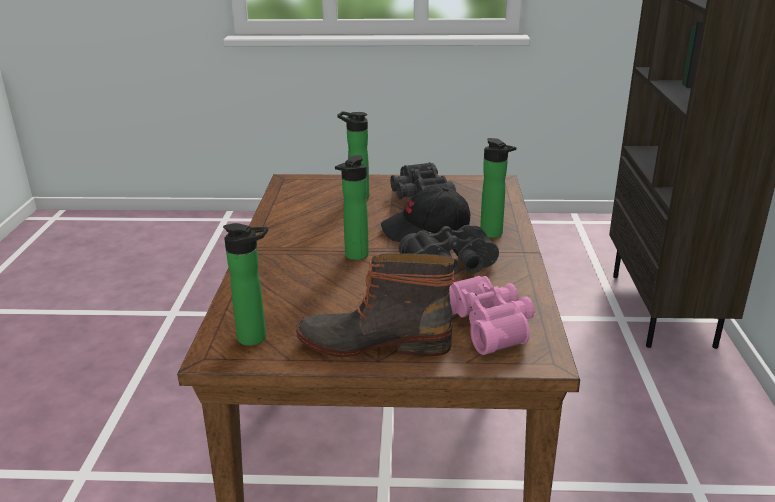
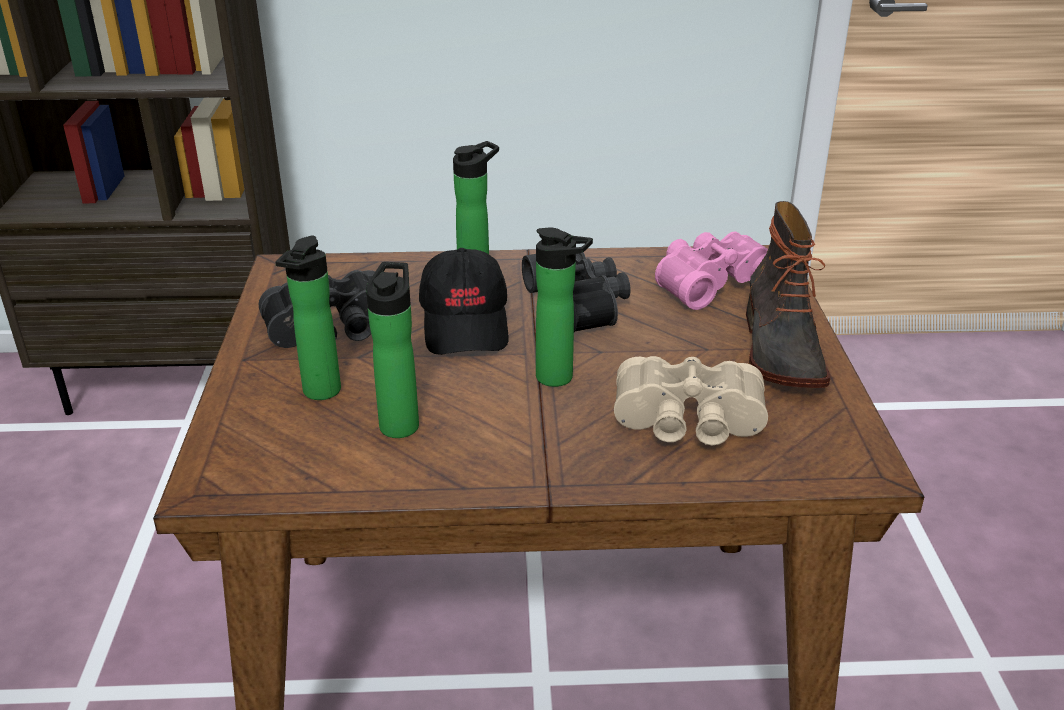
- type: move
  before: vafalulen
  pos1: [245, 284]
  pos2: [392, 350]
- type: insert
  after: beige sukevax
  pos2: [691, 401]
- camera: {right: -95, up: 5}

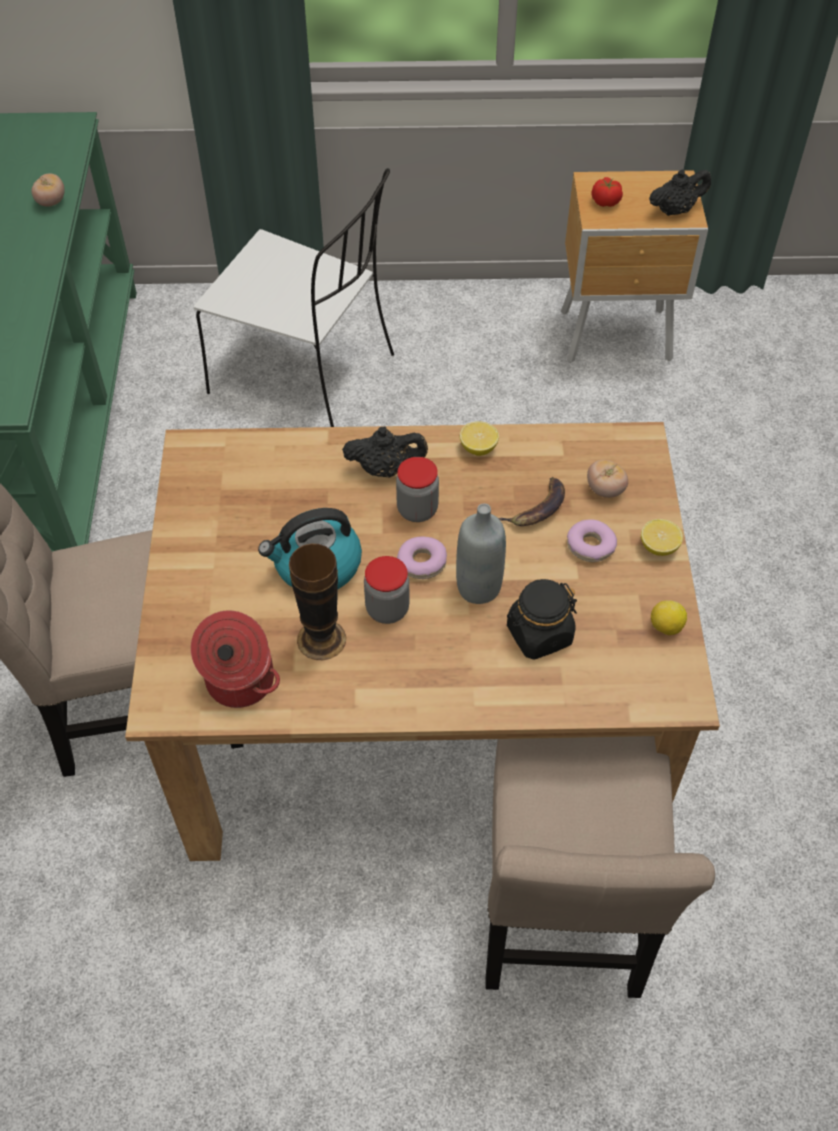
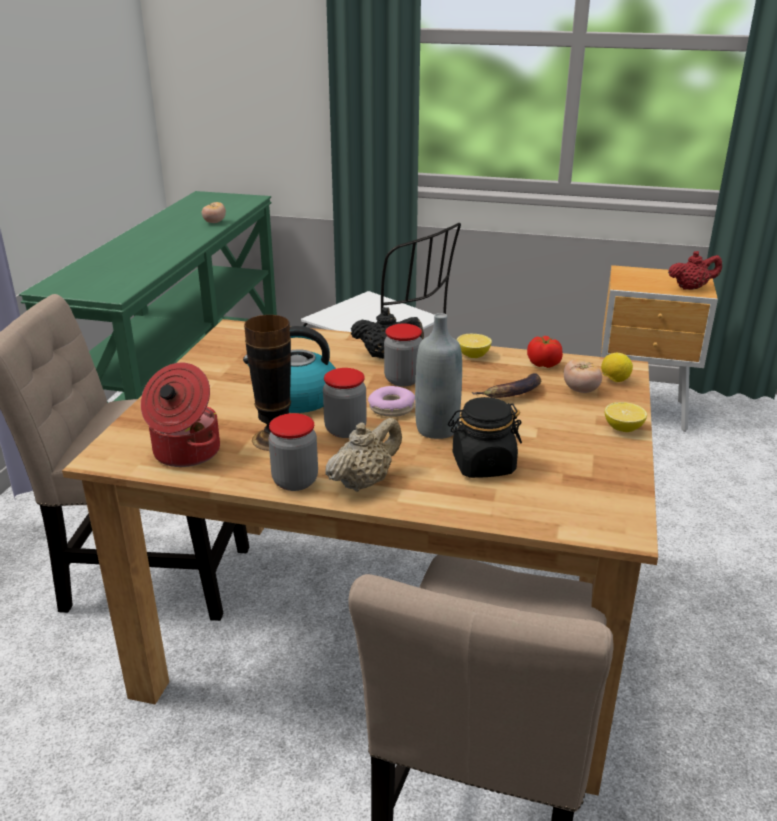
- type: insert
  after: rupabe
  pos2: [293, 452]
- type: insert
  after: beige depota
  pos2: [363, 454]
- type: move
  before: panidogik
  pos1: [607, 192]
  pos2: [545, 352]
- type: move
  before: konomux
  pos1: [669, 617]
  pos2: [617, 367]
- type: recolor
  before: black depota
  after: red depota
  pos1: [680, 193]
  pos2: [695, 270]
- type: delete
  before: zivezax
  pos1: [592, 540]
- camera: {right: 15, up: -25}

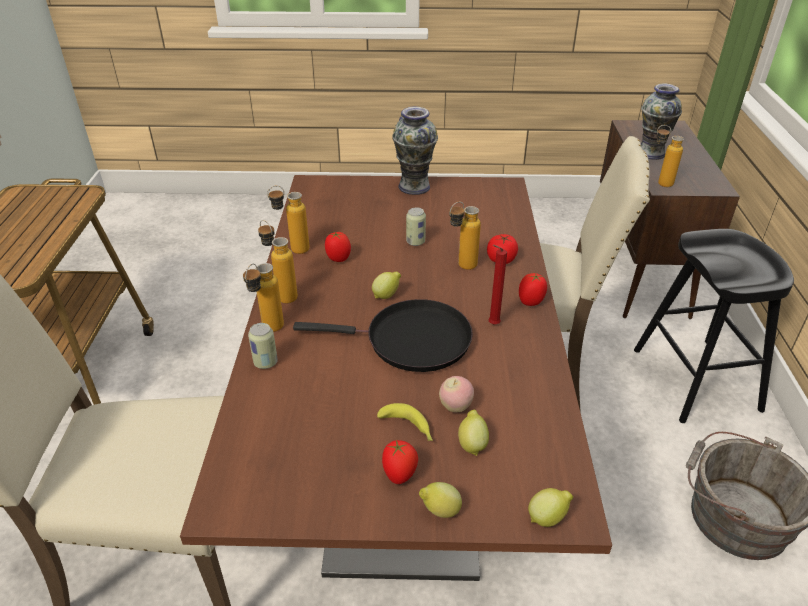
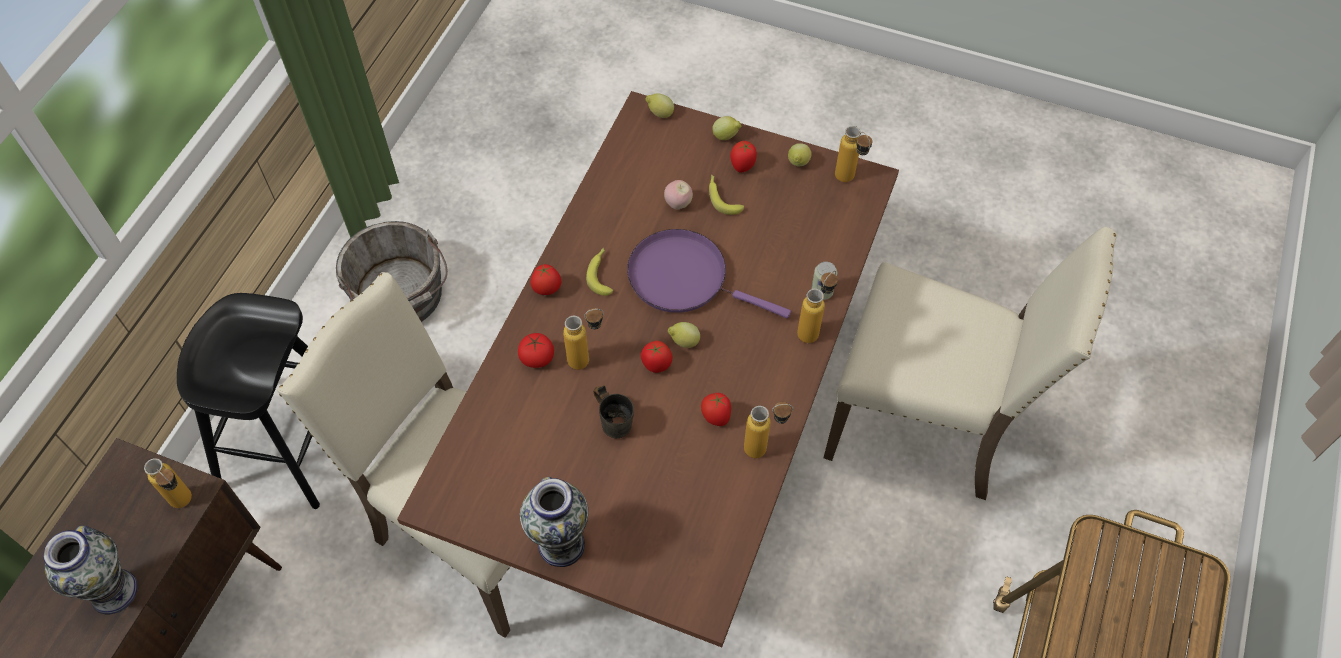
- type: replace
  before: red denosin
  after: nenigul
  pos1: [497, 284]
  pos2: [599, 272]
- type: replace
  before: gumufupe
  after: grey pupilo
  pos1: [416, 226]
  pos2: [613, 412]
- type: recolor
  before: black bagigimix
  after: purple bagigimix
  pos1: [383, 335]
  pos2: [709, 274]
- type: insert
  after: panidogik
  pos2: [657, 357]
- type: move
  before: konomux
  pos1: [473, 433]
  pos2: [800, 155]
- type: move
  before: vafalulen
  pos1: [278, 262]
  pos2: [853, 154]
- camera: {right: -160, up: 20}

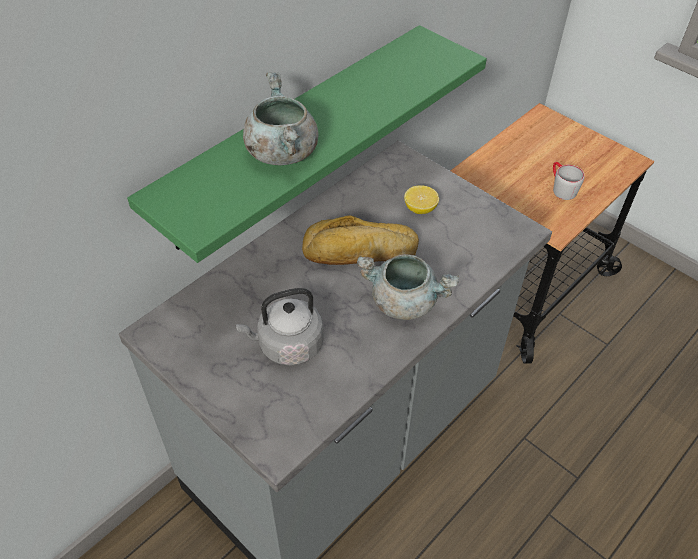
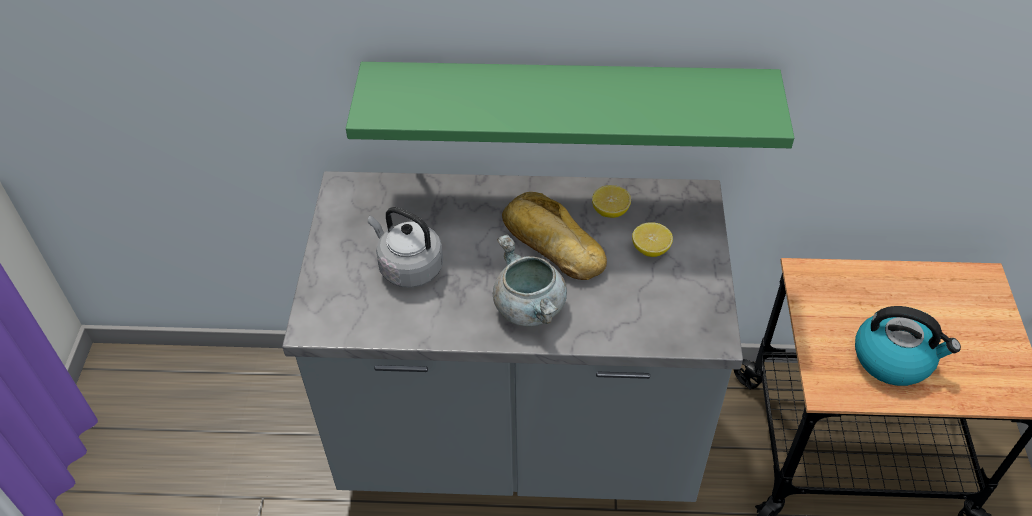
- type: insert
  after: konomux
  pos2: [611, 201]
- type: replace
  before: grey pupilo
  after: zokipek
  pos1: [568, 181]
  pos2: [908, 346]
- type: delete
  before: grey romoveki
  pos1: [280, 118]
- camera: {right: 50, up: 0}

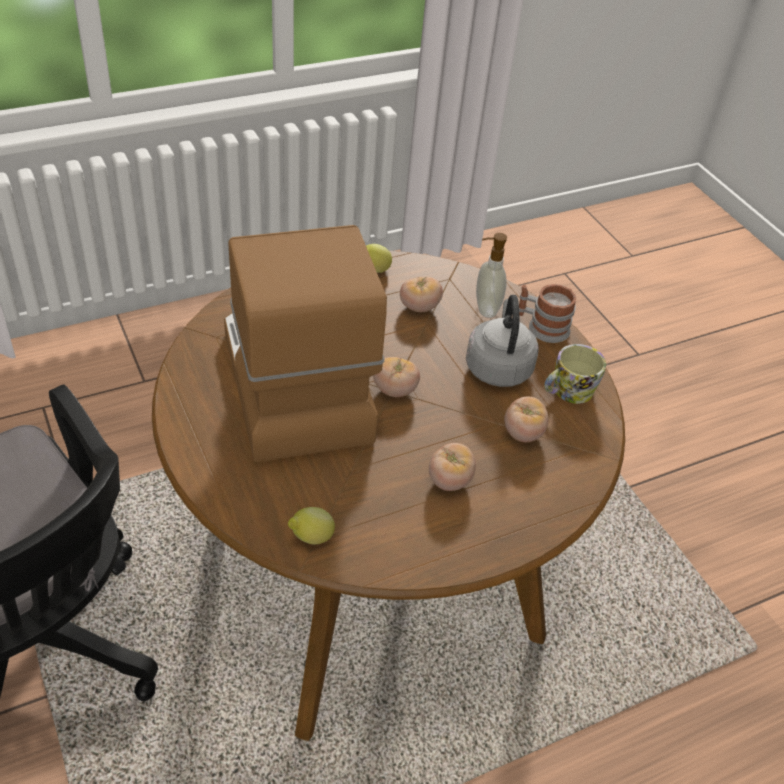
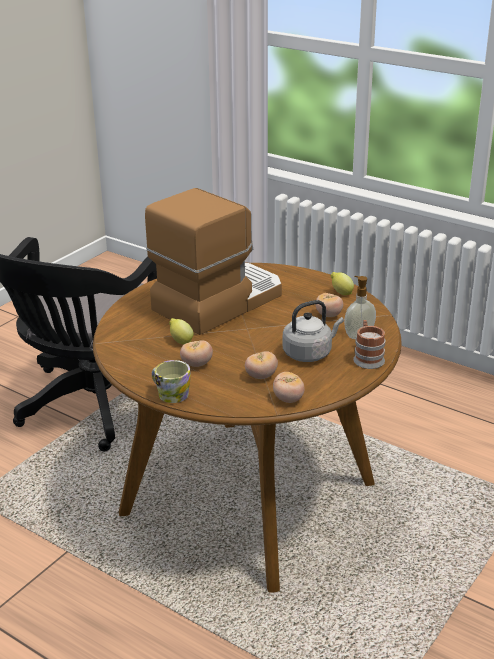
- type: move
  before: pupilo
  pos1: [575, 374]
  pos2: [171, 381]
- type: move
  before: konomux
  pos1: [311, 526]
  pos2: [181, 331]
- type: move
  before: panidogik
  pos1: [396, 377]
  pos2: [289, 387]
- camera: {right: 65, up: -15}

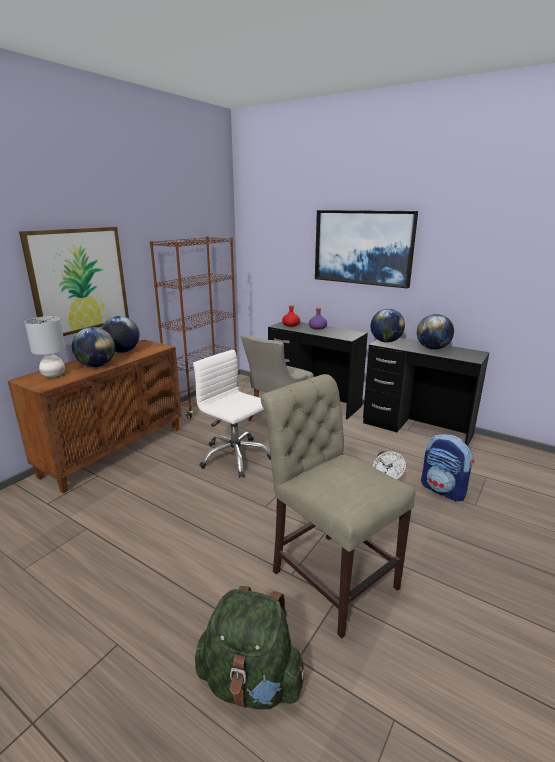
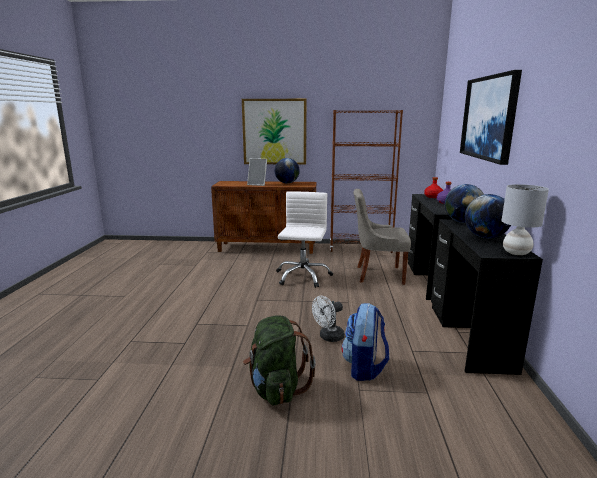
- type: move
  before: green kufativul
  pos1: [251, 648]
  pos2: [279, 360]
- type: replace
  before: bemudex
  after: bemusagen
  pos1: [93, 347]
  pos2: [257, 172]
- type: move
  before: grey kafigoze
  pos1: [45, 346]
  pos2: [525, 219]
- type: delete
  before: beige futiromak
  pos1: [338, 506]
- camera: {right: 60, up: -5}

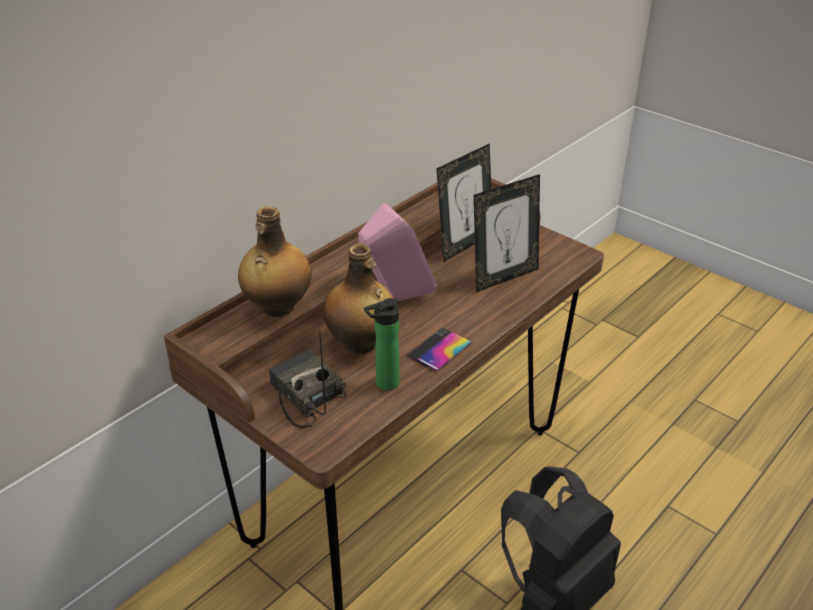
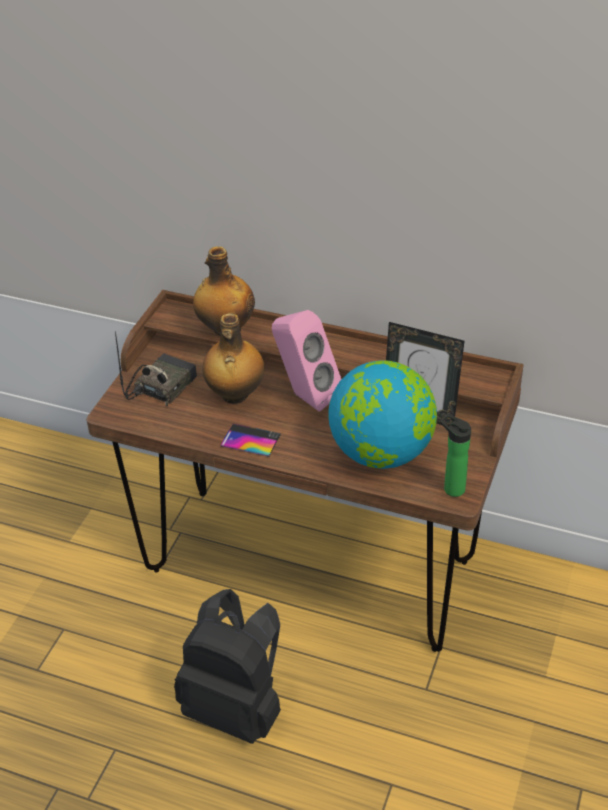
- type: replace
  before: bemusagen
  after: bemudex
  pos1: [507, 233]
  pos2: [383, 414]
- type: move
  before: vafalulen
  pos1: [381, 344]
  pos2: [455, 455]
- camera: {right: 70, up: 5}

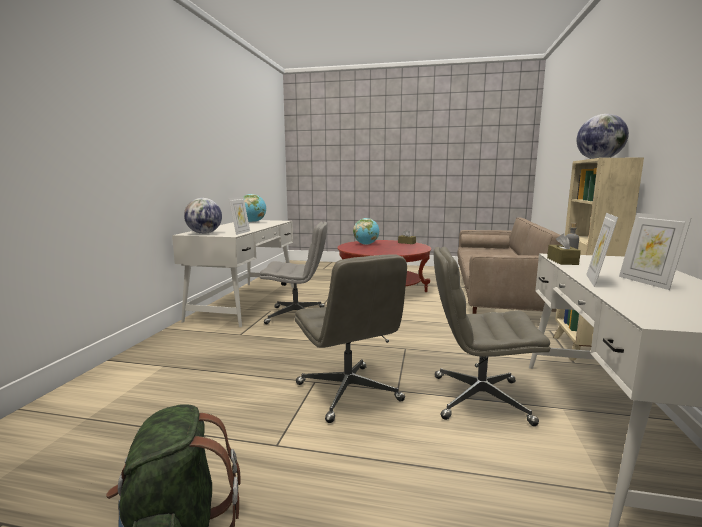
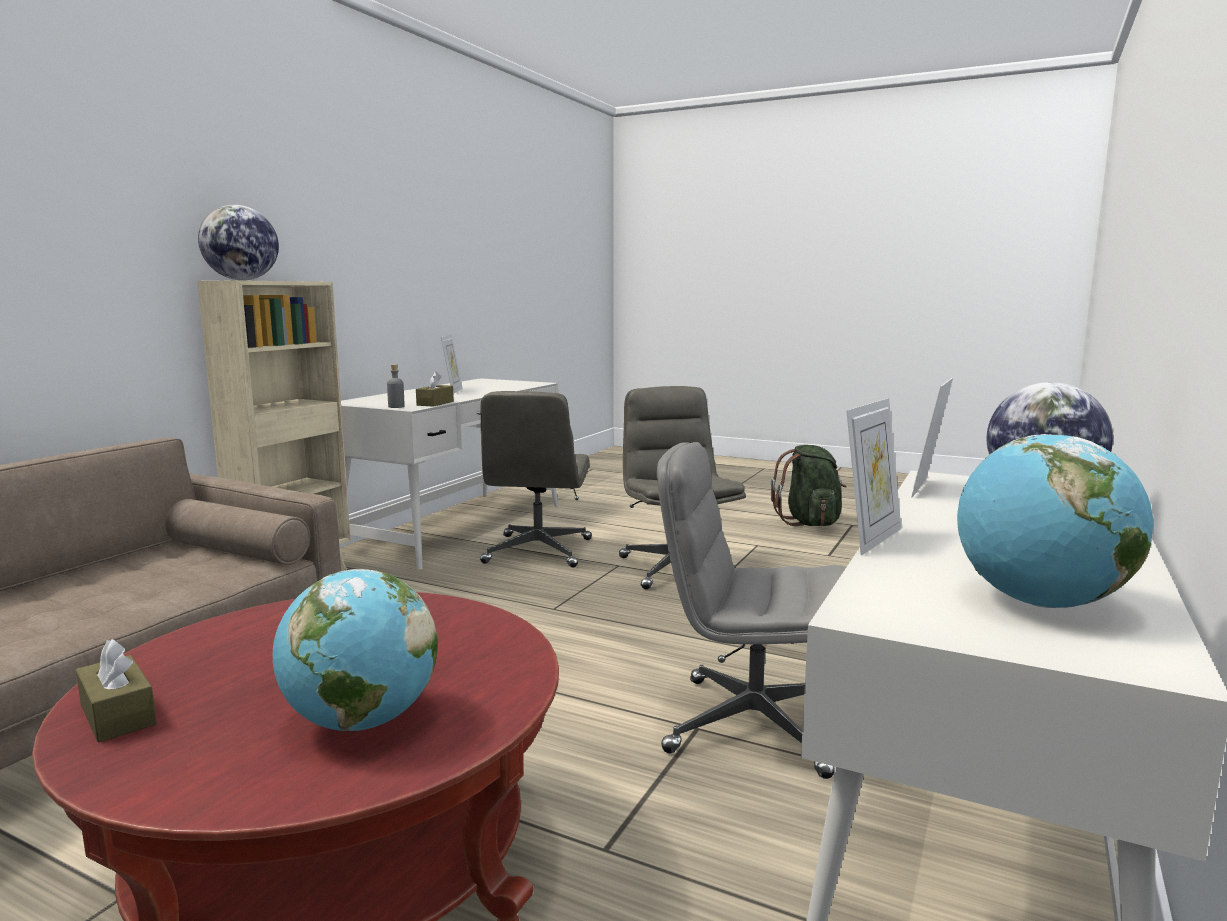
- type: rotate
  before: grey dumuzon
  pos1: [492, 336]
  pos2: [536, 479]
  turn: 75
- type: move
  before: bemusagen
  pos1: [602, 250]
  pos2: [873, 476]
- camera: {right: -165, up: 0}

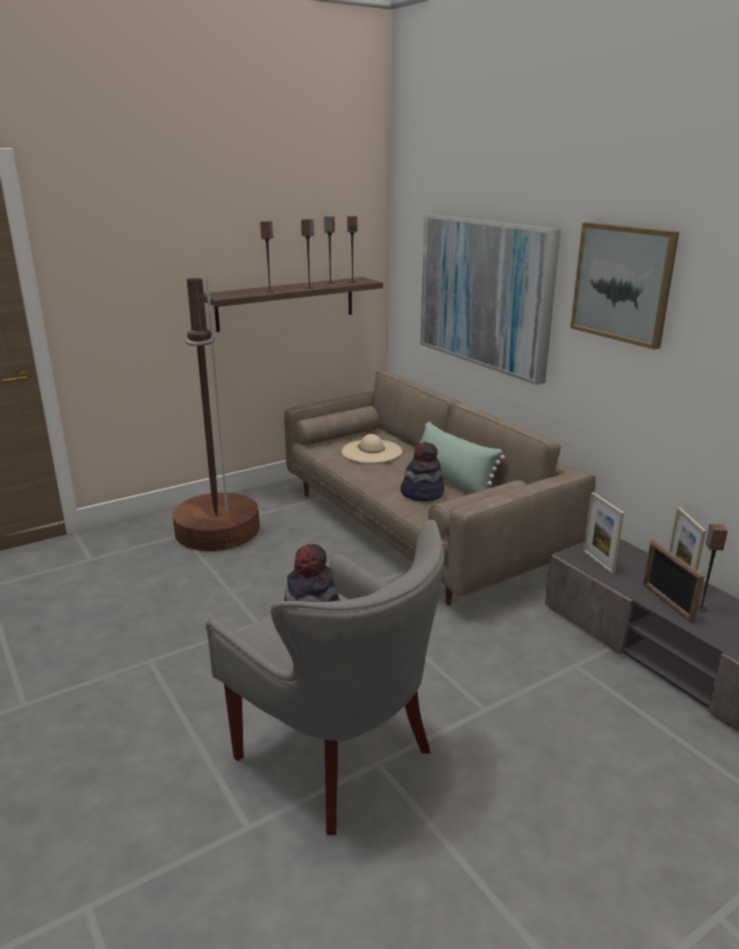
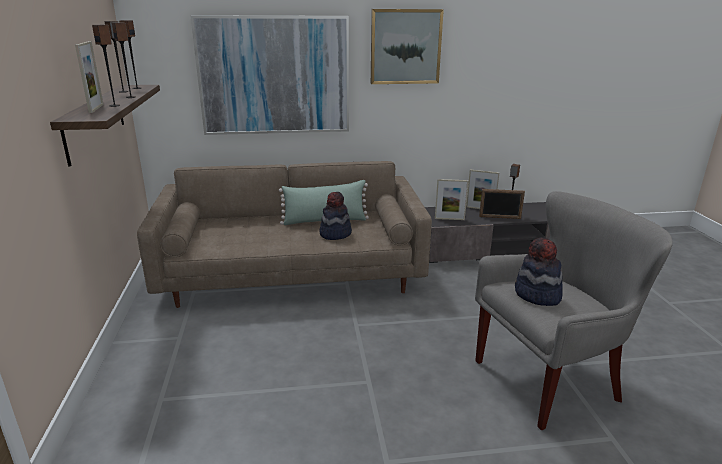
- type: insert
  after: bemusagen
  pos2: [89, 77]
- type: delete
  before: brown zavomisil
  pos1: [216, 414]
- type: delete
  before: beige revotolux
  pos1: [372, 448]
- camera: {right: -65, up: 0}

